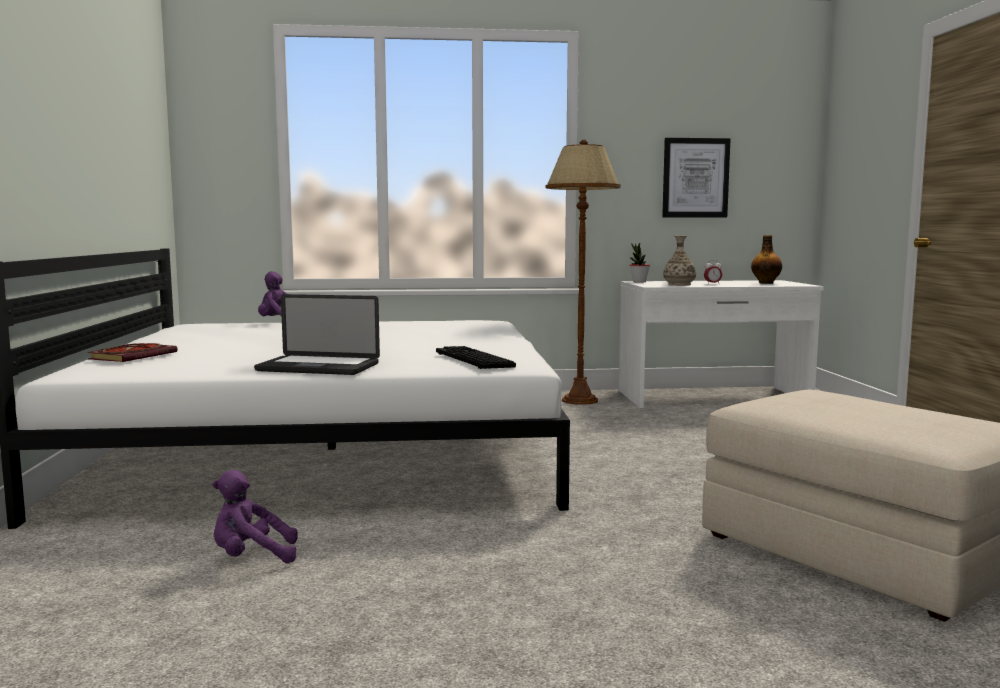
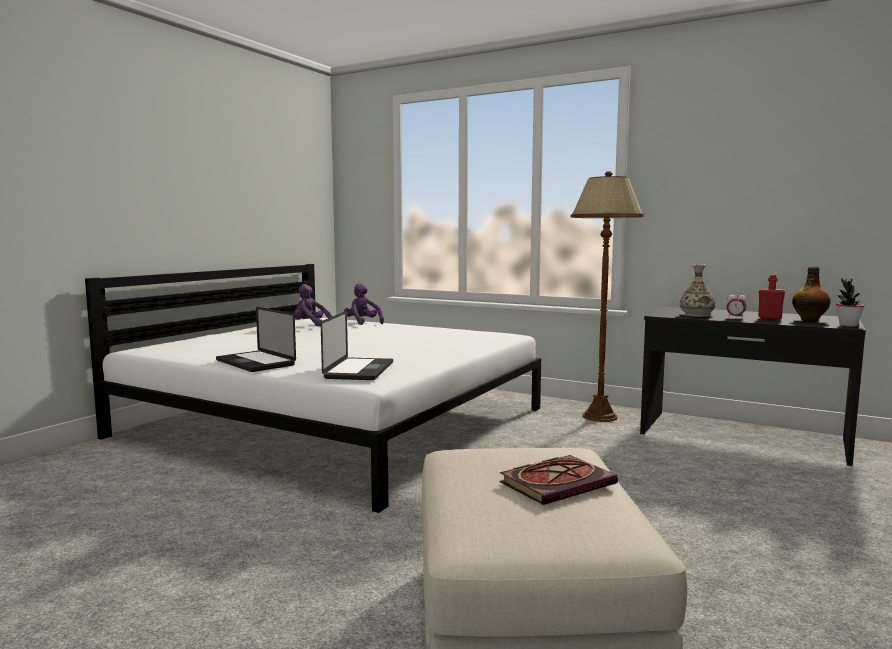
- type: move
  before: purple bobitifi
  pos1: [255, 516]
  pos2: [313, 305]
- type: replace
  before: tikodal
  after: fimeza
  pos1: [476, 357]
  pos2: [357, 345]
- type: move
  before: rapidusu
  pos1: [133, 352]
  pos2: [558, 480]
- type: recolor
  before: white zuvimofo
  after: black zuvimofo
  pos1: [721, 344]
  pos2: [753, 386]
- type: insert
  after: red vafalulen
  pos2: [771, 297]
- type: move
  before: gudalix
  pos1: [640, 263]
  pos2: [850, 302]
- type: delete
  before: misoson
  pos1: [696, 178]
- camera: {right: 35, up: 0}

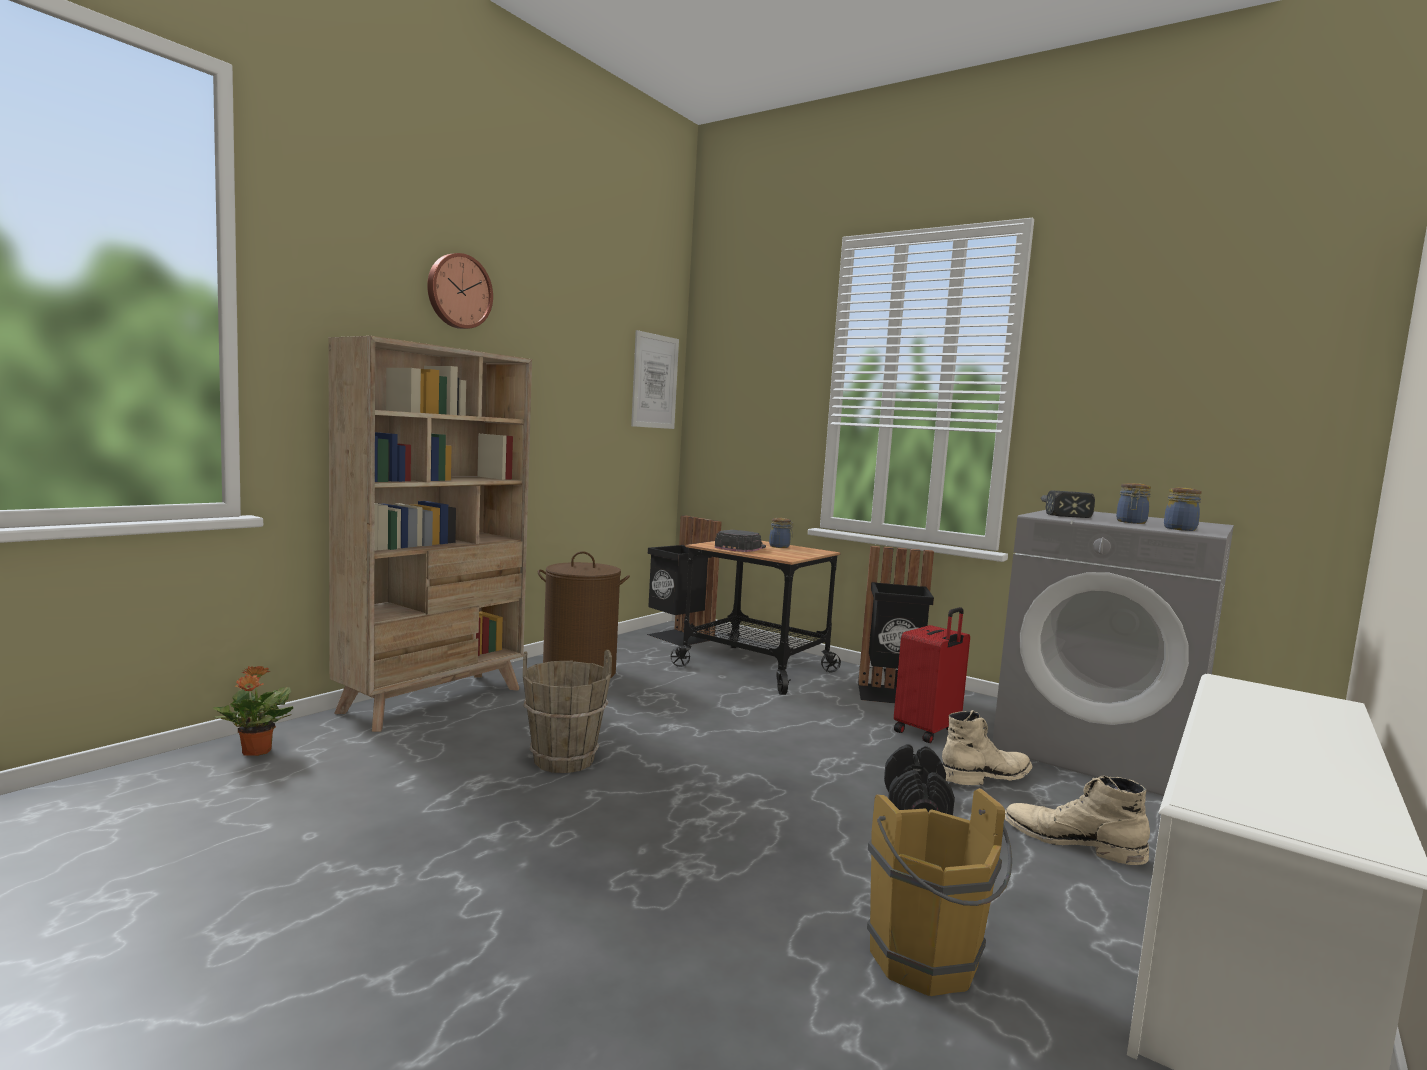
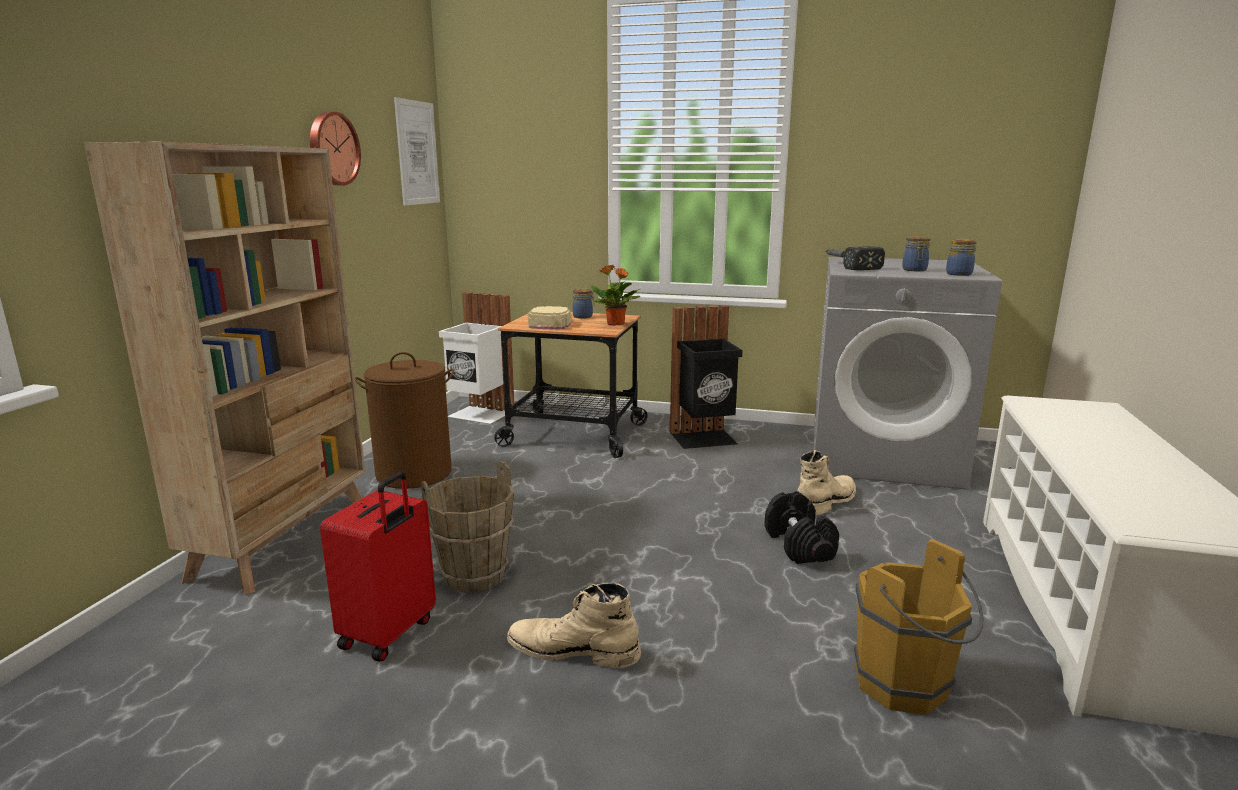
- type: move
  before: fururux
  pos1: [460, 291]
  pos2: [335, 148]
- type: move
  before: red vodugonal
  pos1: [932, 675]
  pos2: [378, 567]
- type: recolor
  before: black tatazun
  after: white tatazun
  pos1: [684, 581]
  pos2: [477, 358]
- type: move
  before: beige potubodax
  pos1: [1077, 820]
  pos2: [574, 625]
- type: recolor
  before: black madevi
  after: beige madevi
  pos1: [740, 541]
  pos2: [550, 317]
- type: move
  before: gudalix
  pos1: [253, 711]
  pos2: [615, 295]
- camera: {right: -20, up: 10}

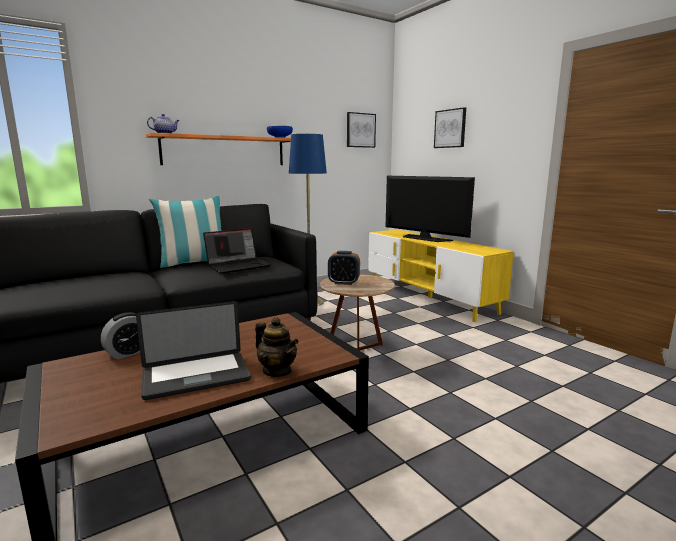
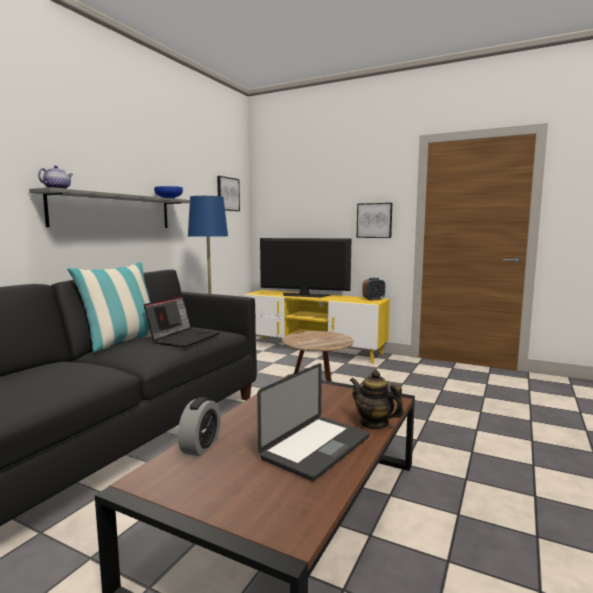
- type: recolor
  before: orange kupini
  after: grey kupini
  pos1: [218, 149]
  pos2: [109, 207]
- type: rotate
  before: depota
  pos1: [277, 347]
  pos2: [377, 400]
  turn: -150
- type: move
  before: misoson
  pos1: [450, 127]
  pos2: [374, 220]
- type: move
  before: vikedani
  pos1: [344, 268]
  pos2: [373, 289]
- camera: {right: -30, up: -5}

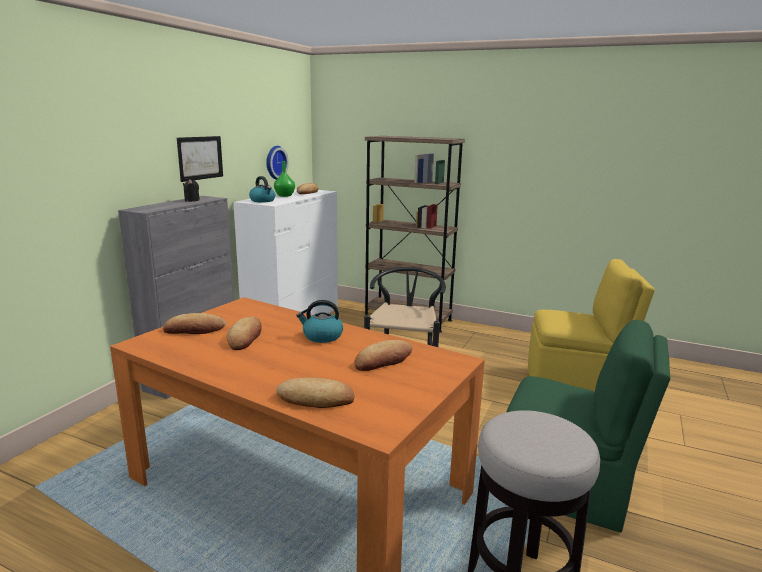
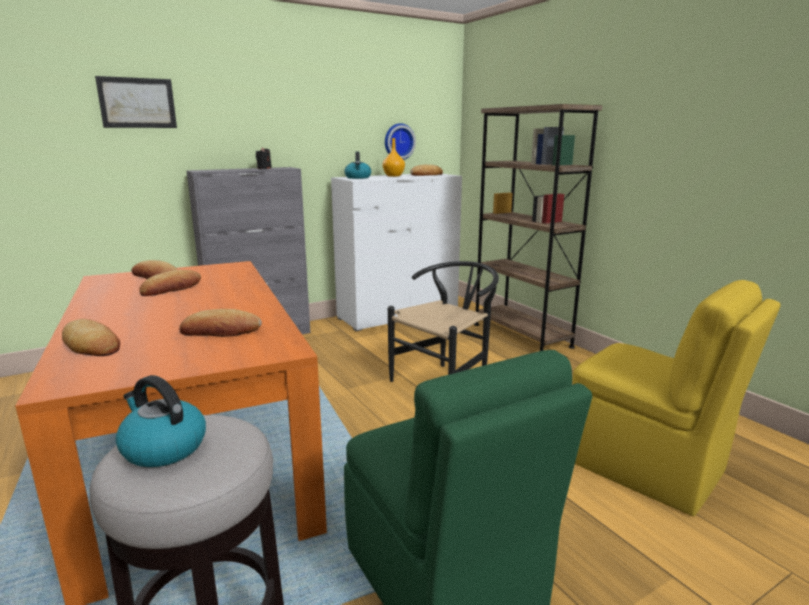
- type: move
  before: misoson
  pos1: [200, 159]
  pos2: [136, 102]
- type: move
  before: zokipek
  pos1: [319, 321]
  pos2: [161, 421]
- type: recolor
  before: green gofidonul
  after: orange gofidonul
  pos1: [284, 179]
  pos2: [394, 157]
- camera: {right: 35, up: 0}

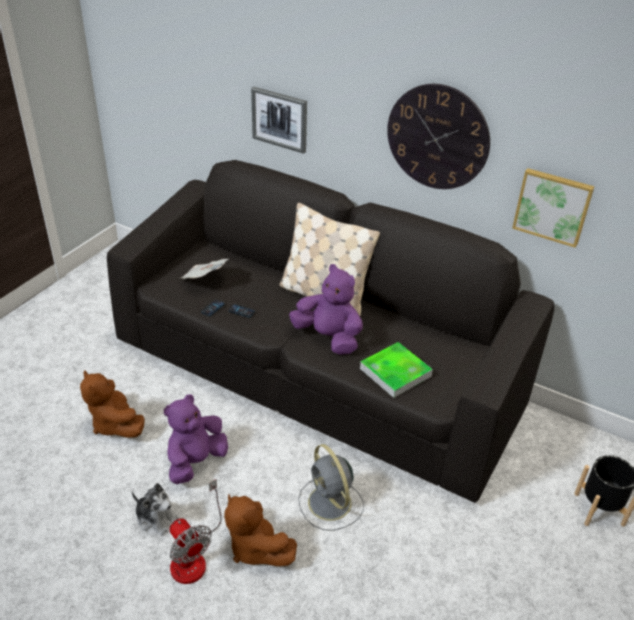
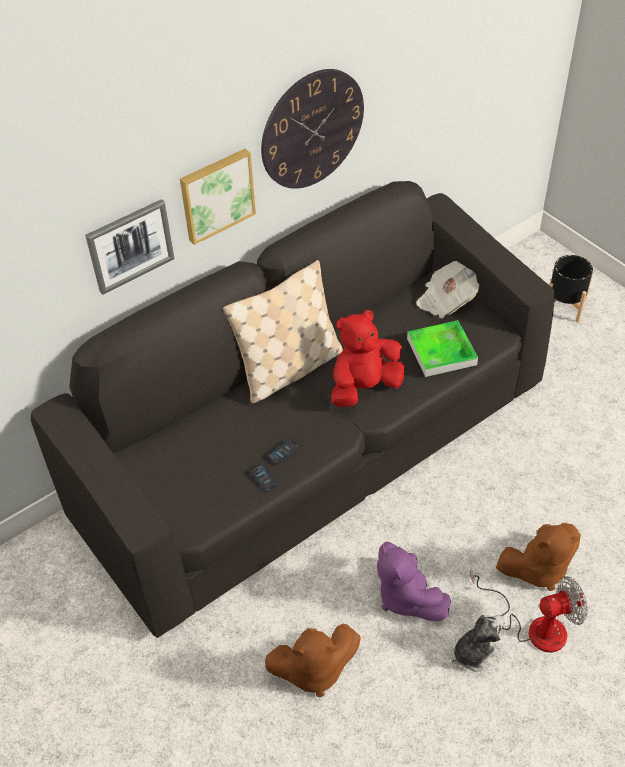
- type: move
  before: misoson
  pos1: [553, 208]
  pos2: [218, 197]
- type: recolor
  before: purple bobitifi
  after: red bobitifi
  pos1: [326, 309]
  pos2: [368, 358]
- type: move
  before: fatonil
  pos1: [204, 269]
  pos2: [447, 289]
- type: delete
  before: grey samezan
  pos1: [331, 487]
- camera: {right: -65, up: 10}

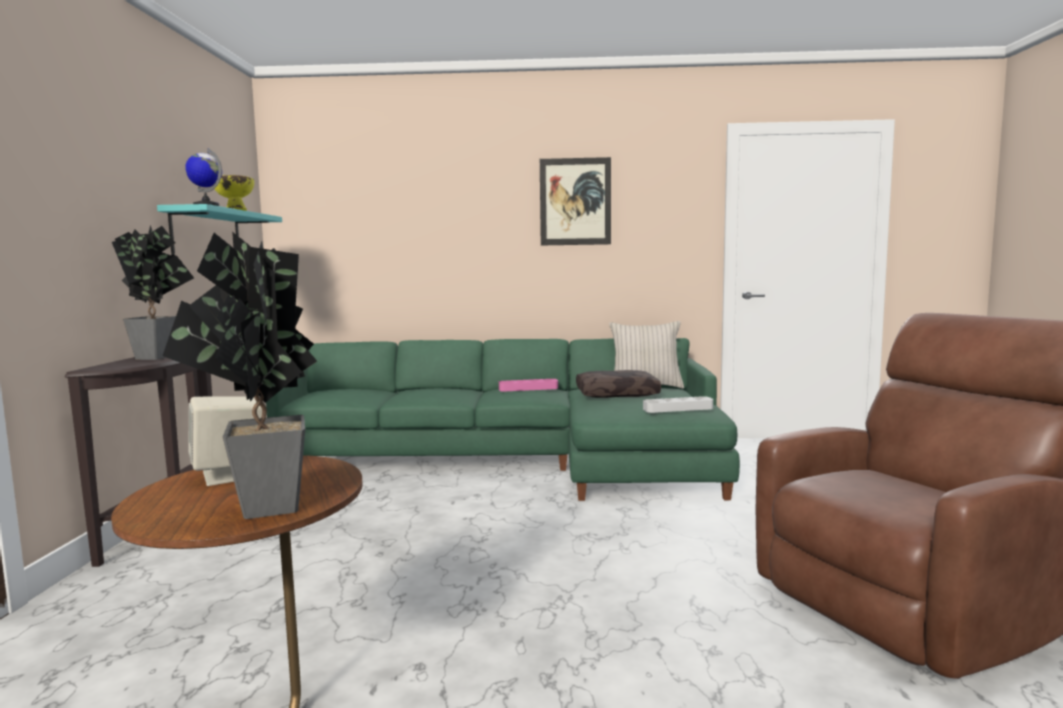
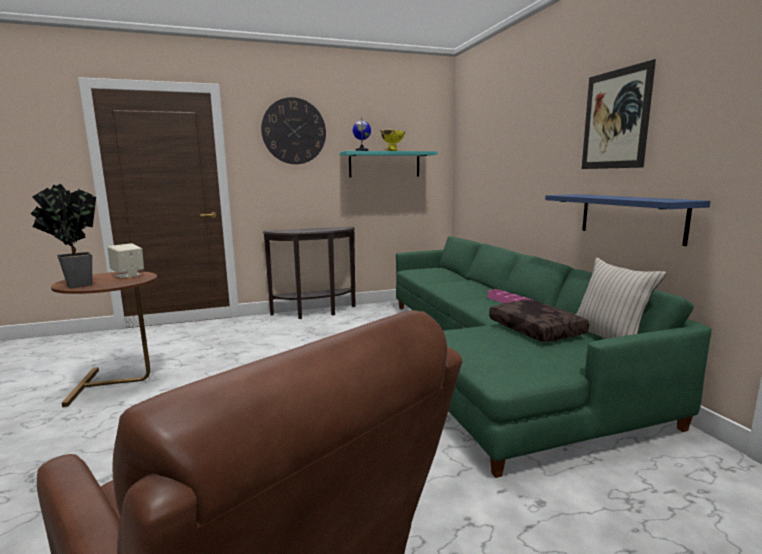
- type: insert
  after: fururux
  pos2: [293, 130]
- type: insert
  after: blue kupini
  pos2: [628, 220]
- type: delete
  before: gudalix
  pos1: [153, 292]
- type: delete
  before: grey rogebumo
  pos1: [678, 404]
- camera: {right: 70, up: 5}

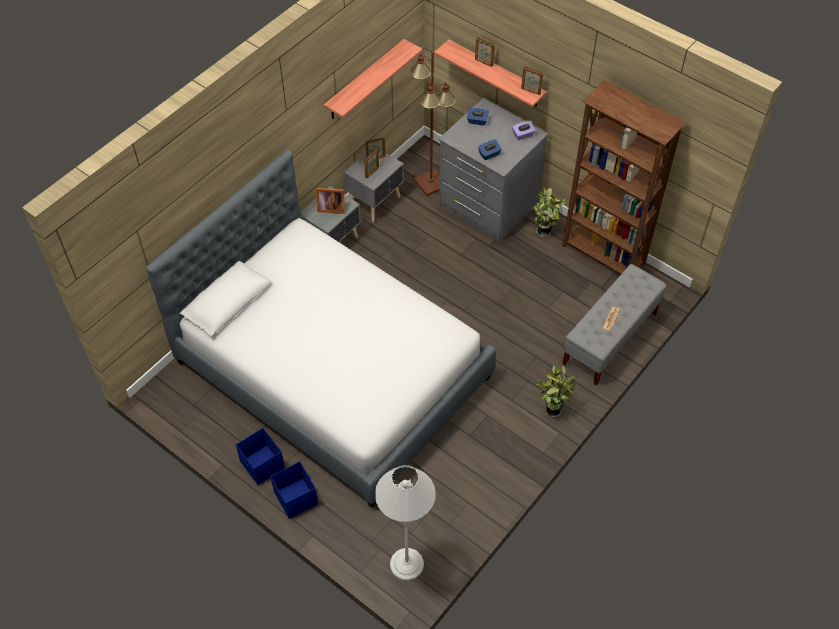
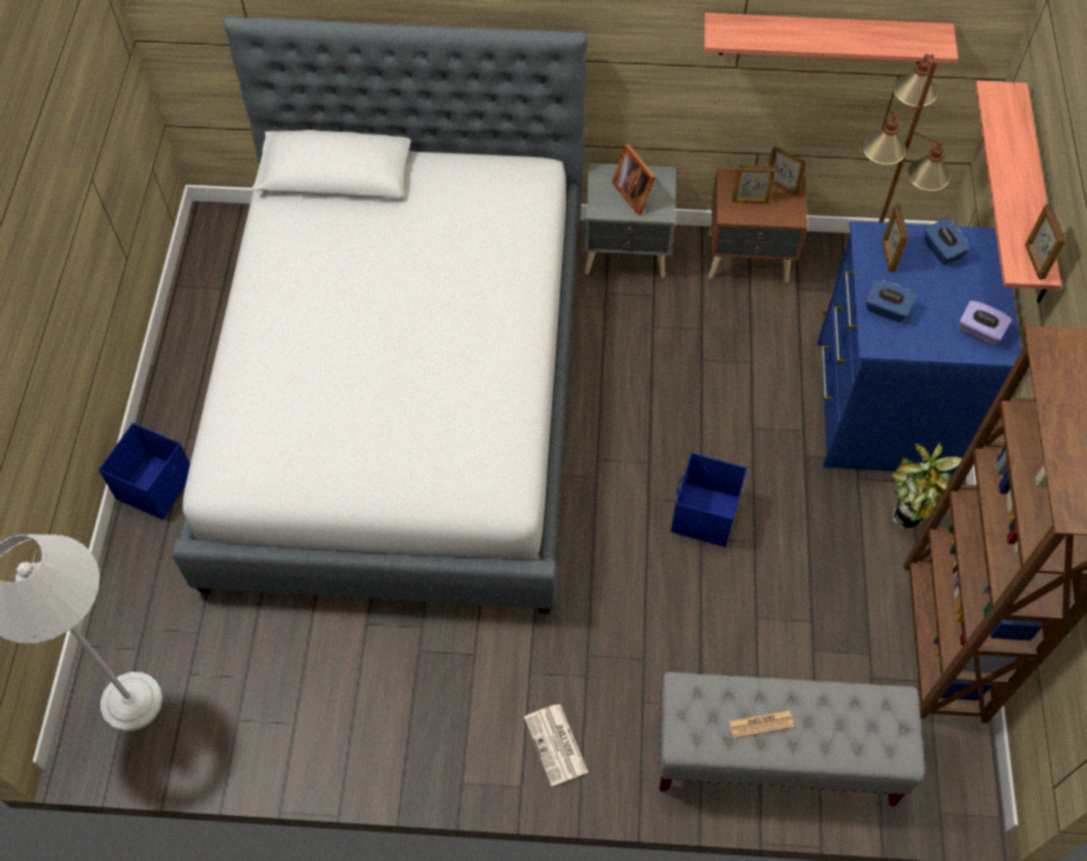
- type: replace
  before: gudalix
  after: fatonil
  pos1: [555, 390]
  pos2: [556, 745]
- type: move
  before: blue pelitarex
  pos1: [260, 456]
  pos2: [709, 500]
- type: recolor
  before: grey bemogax
  after: brown bemogax
  pos1: [374, 187]
  pos2: [757, 225]
- type: recolor
  before: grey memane
  after: blue memane
  pos1: [493, 170]
  pos2: [919, 348]
- type: move
  before: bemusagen
  pos1: [485, 52]
  pos2: [895, 238]
- camera: {right: 55, up: 5}

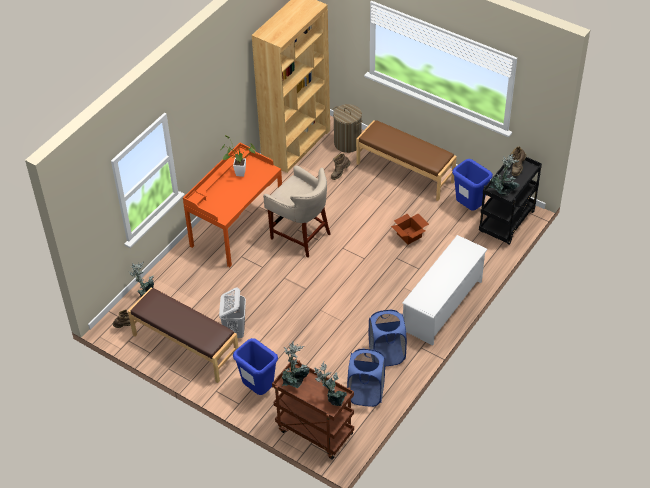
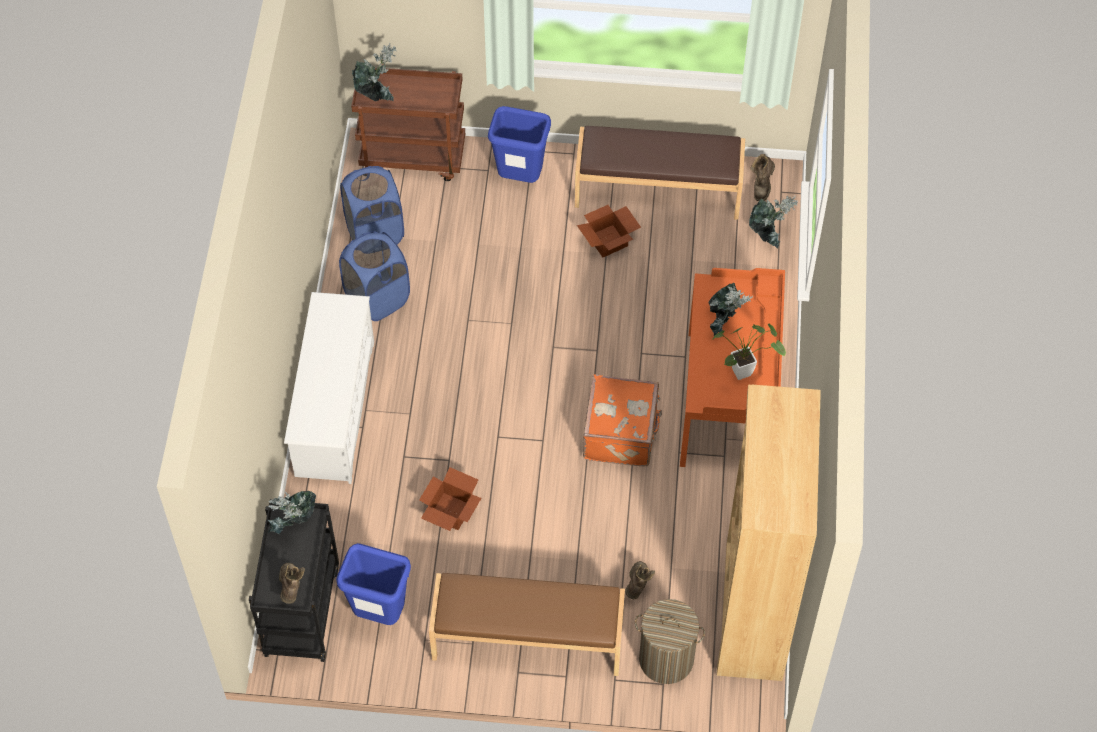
- type: replace
  before: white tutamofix
  after: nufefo
  pos1: [232, 312]
  pos2: [609, 231]
- type: replace
  before: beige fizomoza
  after: orange vodugonal
  pos1: [297, 211]
  pos2: [622, 420]
- type: move
  before: gudalix
  pos1: [295, 364]
  pos2: [730, 309]
- camera: {right: 150, up: 10}

